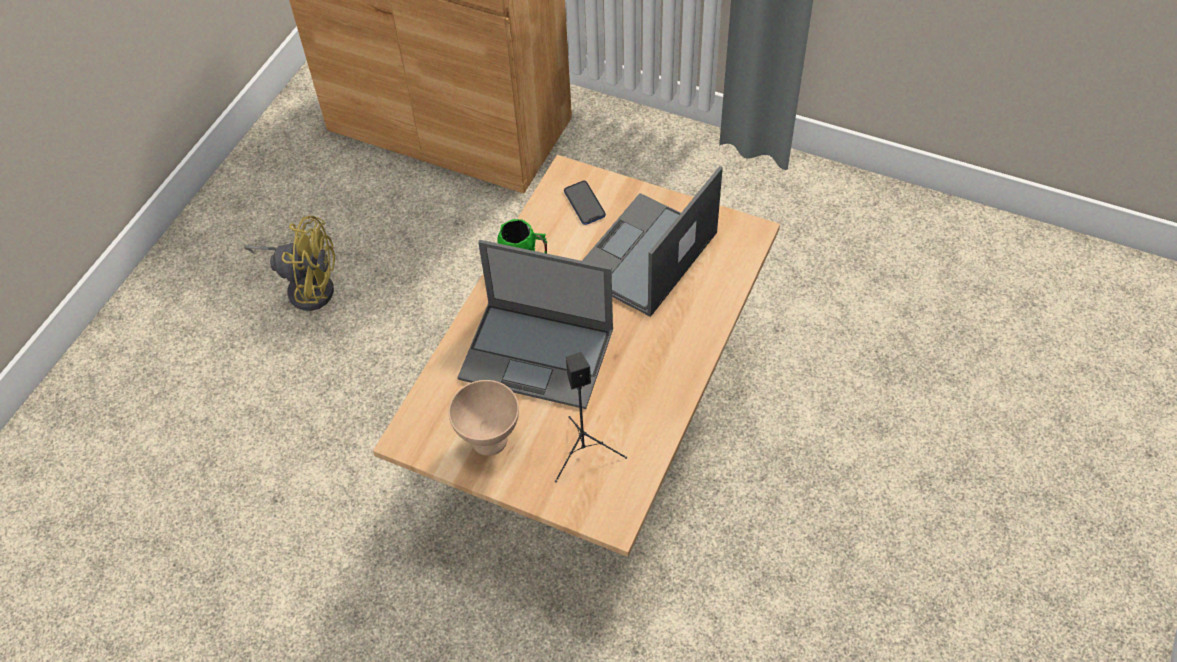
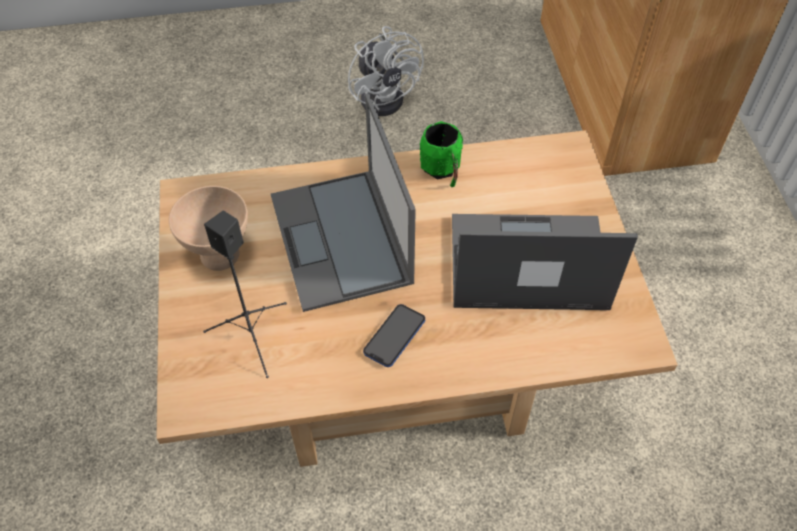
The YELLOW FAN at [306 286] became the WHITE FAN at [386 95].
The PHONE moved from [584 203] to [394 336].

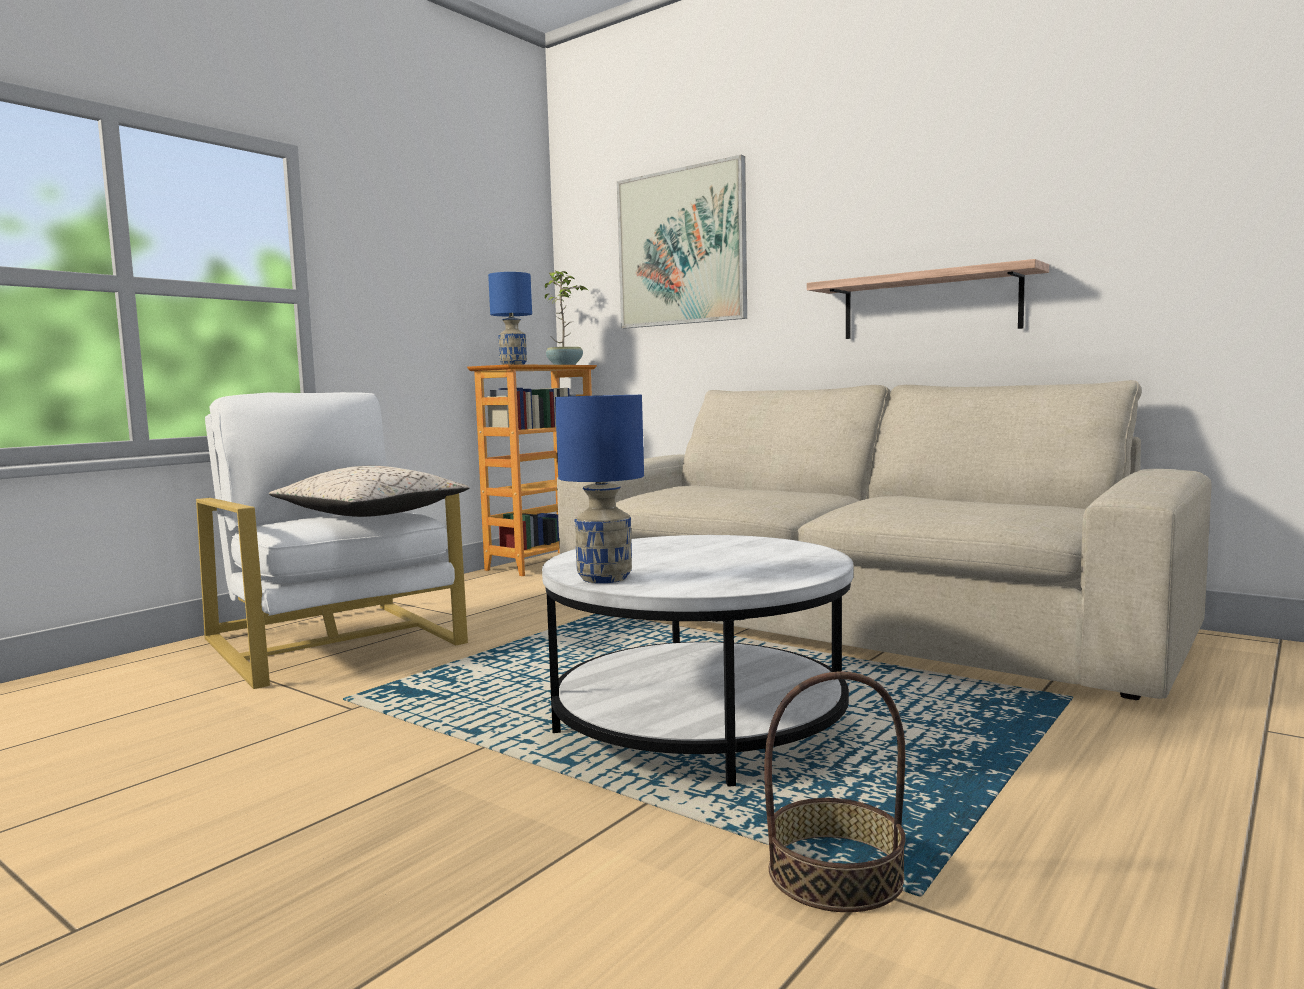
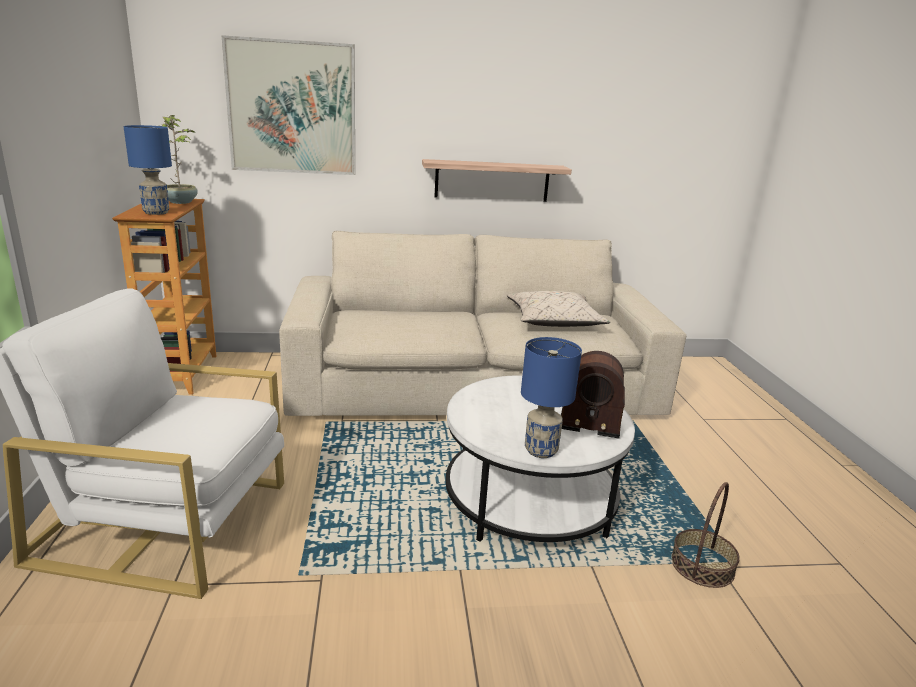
The BEIGE PILLOW moved from [371 515] to [553 321].
The RADIO at [579 416] appeared.

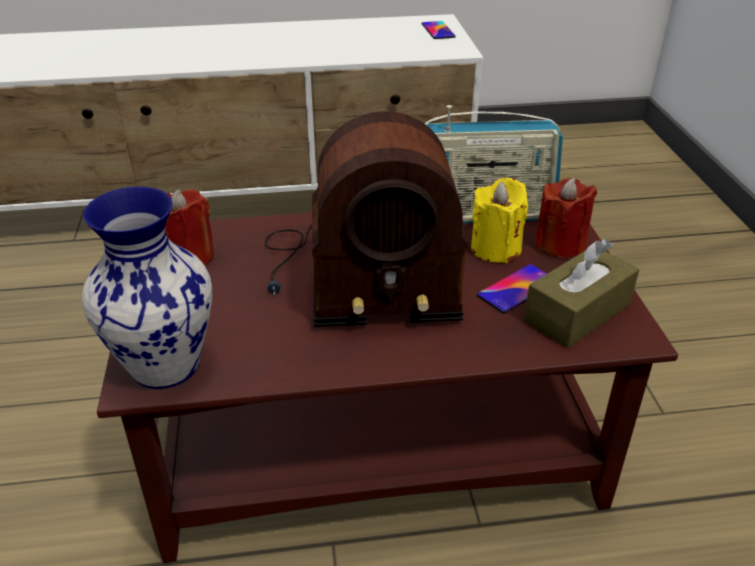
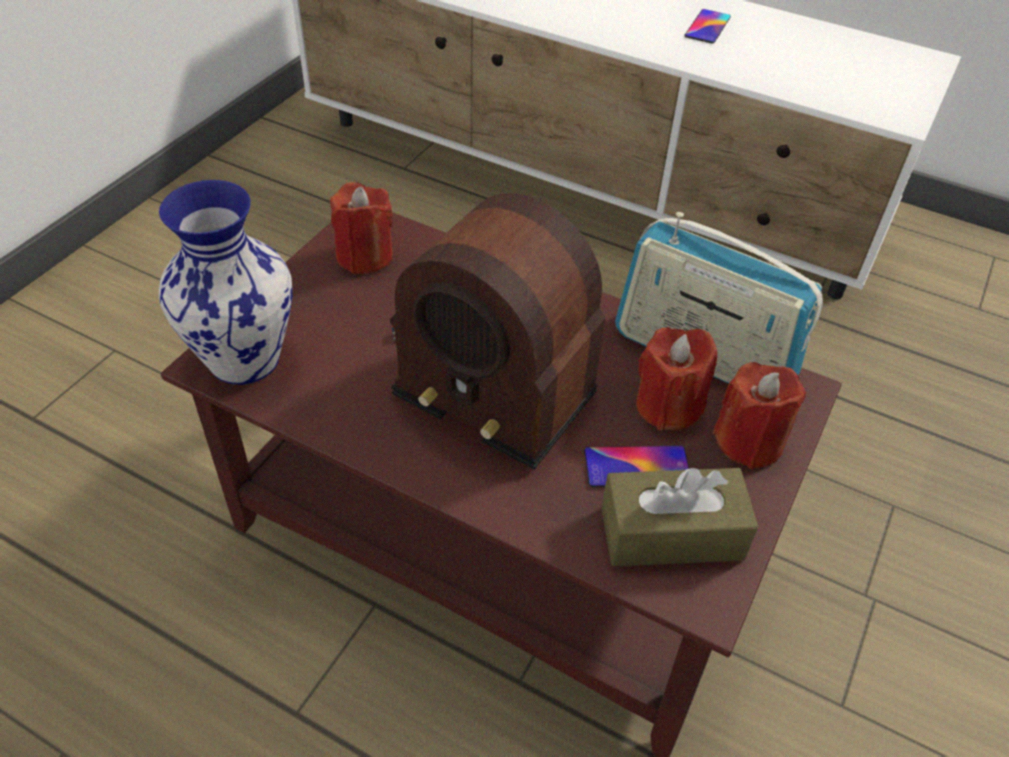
The PHONE moved from [438 30] to [707 27].
The YELLOW CANDLE at [495 248] became the RED CANDLE at [668 406].

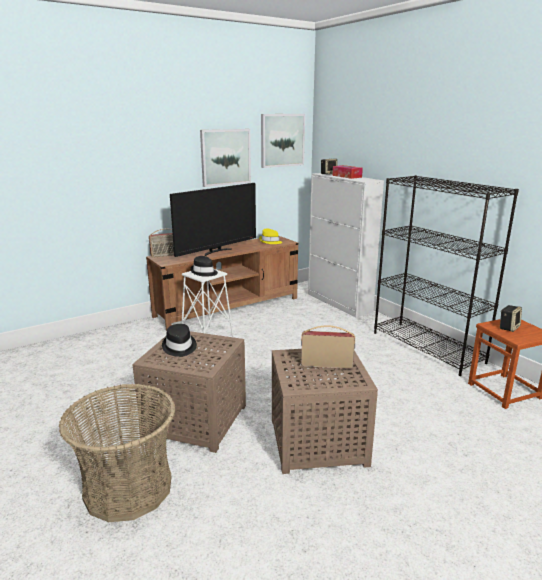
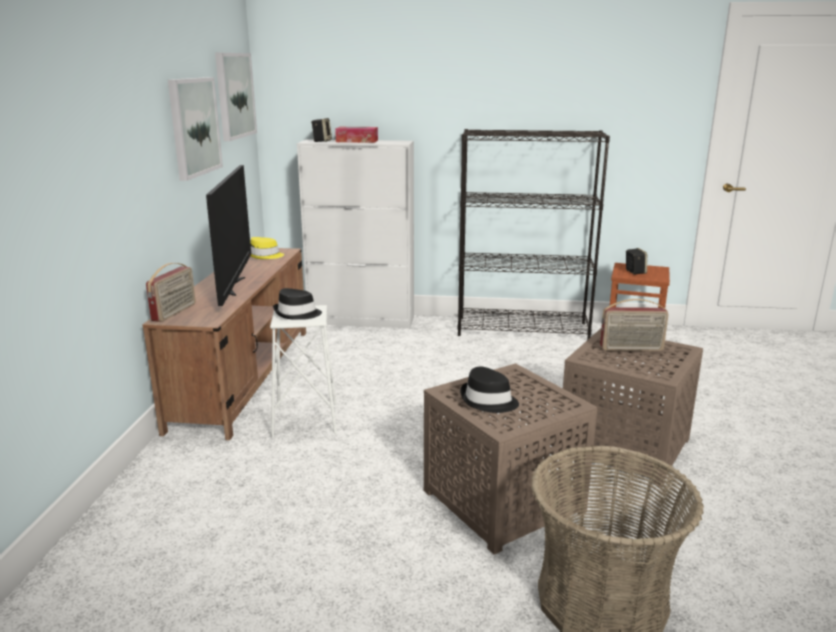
The RADIO at [326 365] turned 135 degrees counterclockwise.

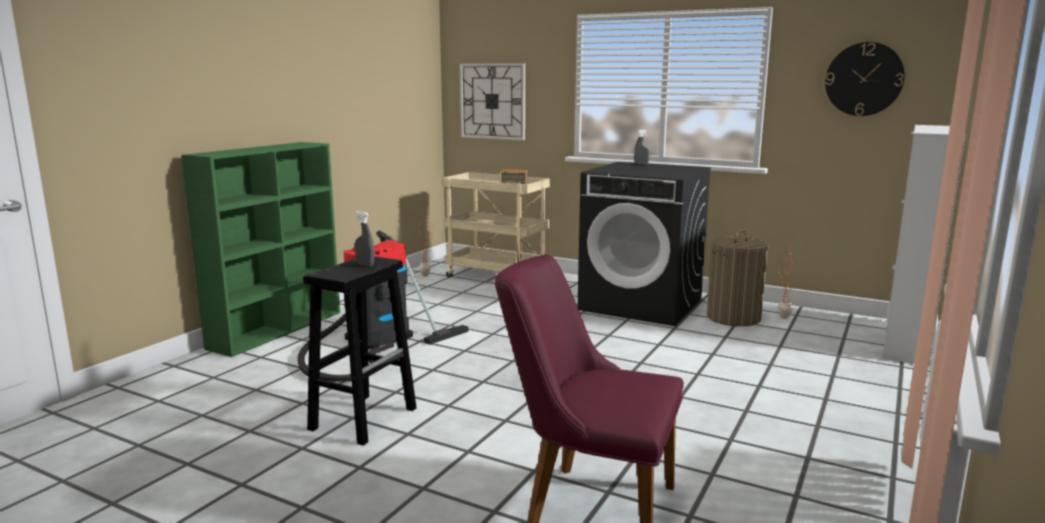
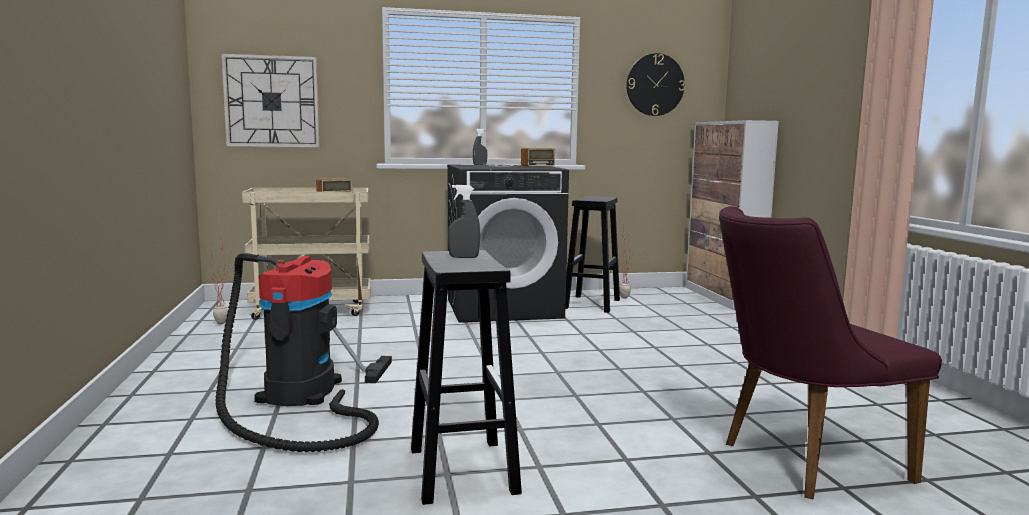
The GREEN BOOKCASE at [278 329] disappeared.
The LAUNDRY BASKET at [733 318] was replaced by the BLACK STOOL at [592 304].
The RADIO at [518 166] appeared.

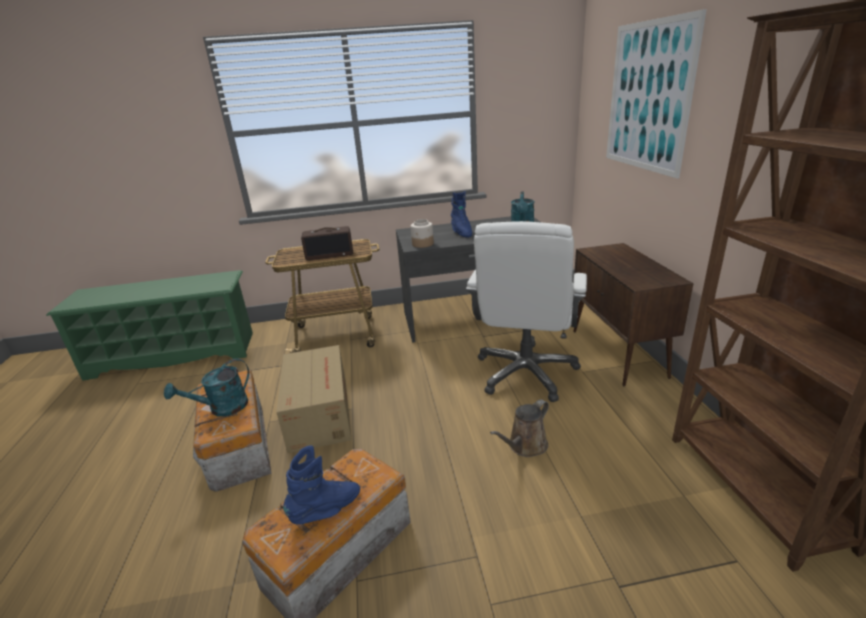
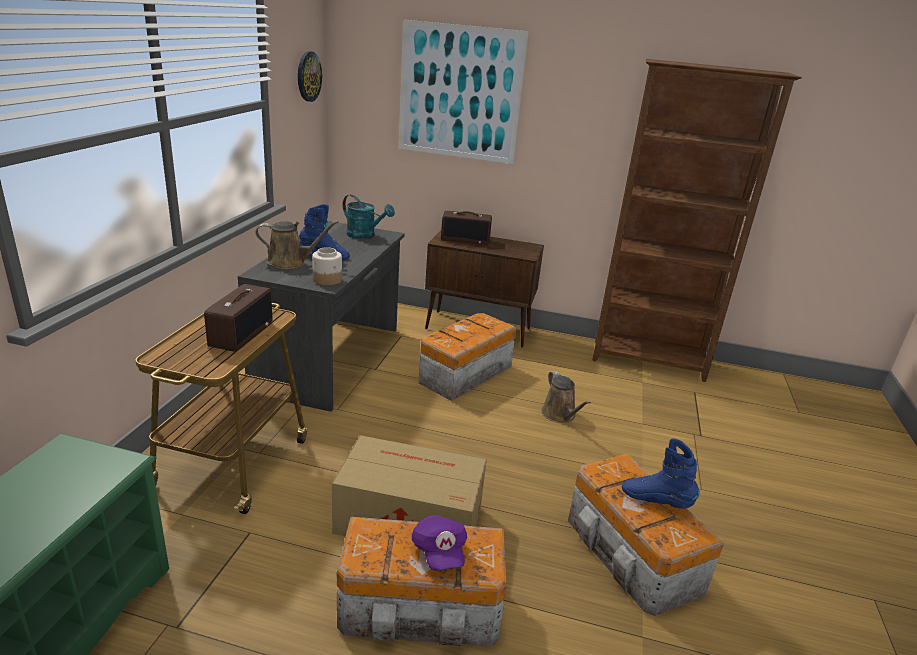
The TURQUOISE WATERING CAN at [222 409] was replaced by the PURPLE CAP at [439 552].
The BLUE BOOT at [327 510] turned 45 degrees counterclockwise.
The WHITE OFFICE CHAIR at [526 372] was replaced by the STORAGE BOX at [463 374].
The BROWN WATERING CAN at [290 262] appeared.
The WALL CLOCK at [308 76] appeared.
The RADIO at [465 239] appeared.

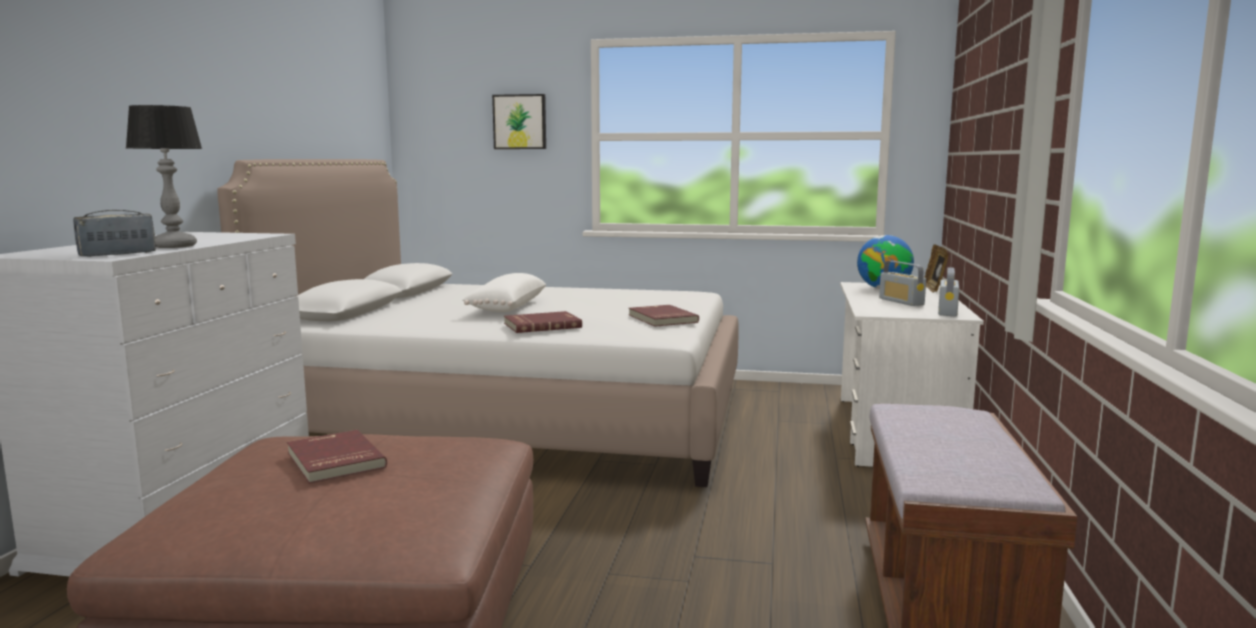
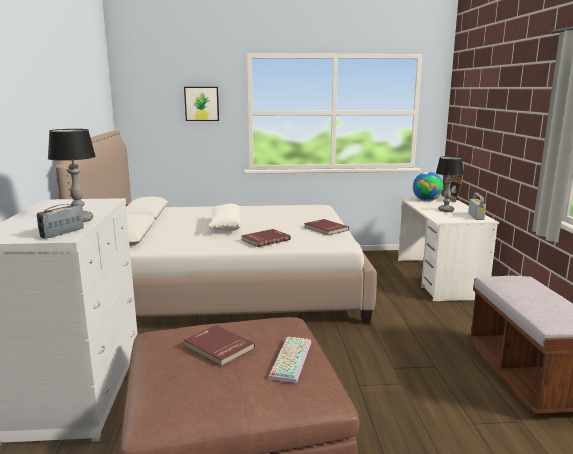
The RADIO at [901 302] was replaced by the TABLE LAMP at [446 210].
The KEYBOARD at [290 359] appeared.

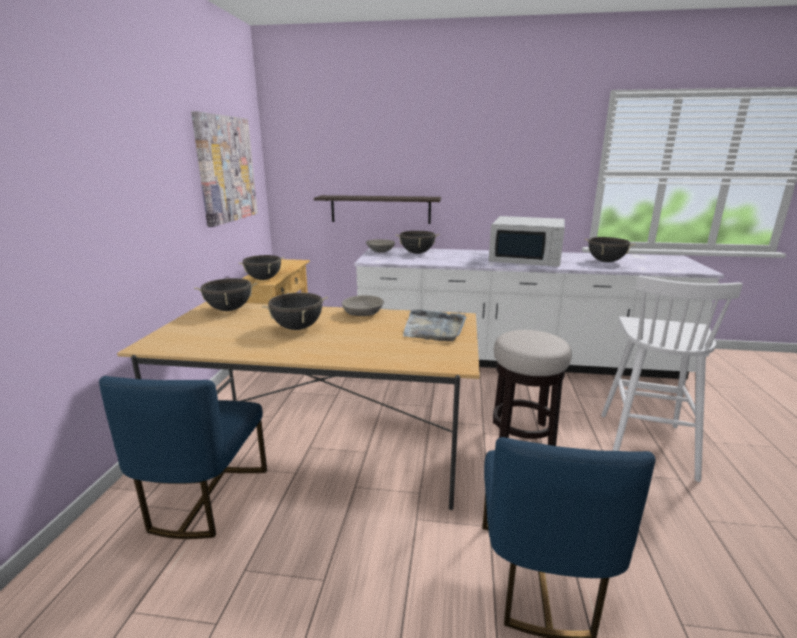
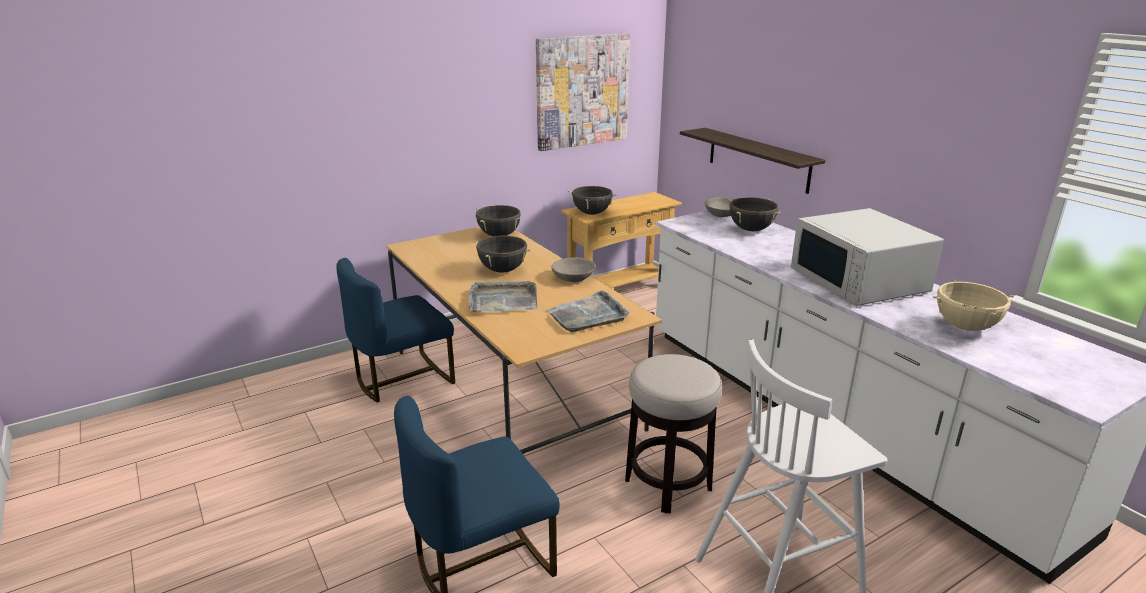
The BLACK COOKING POT at [606 261] became the BEIGE COOKING POT at [965 327].
The GREY TRAY at [502 300] appeared.

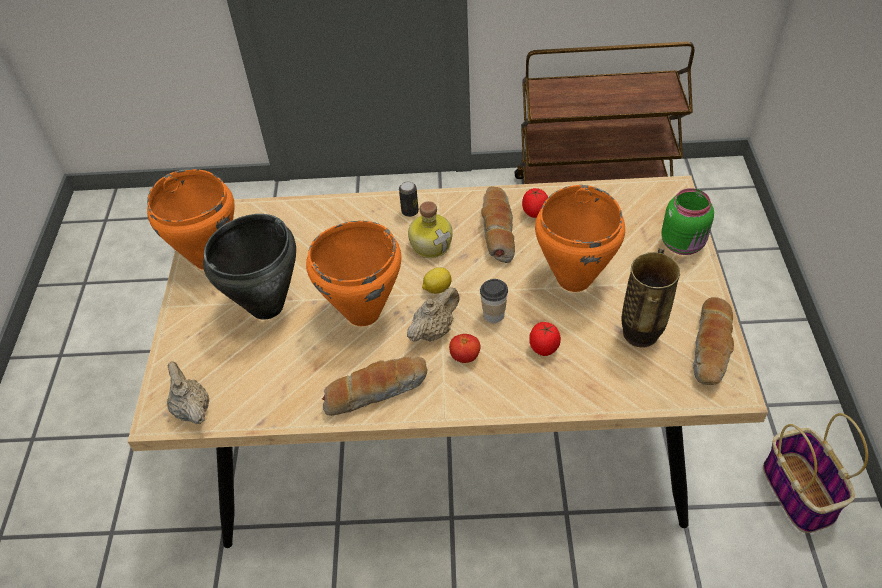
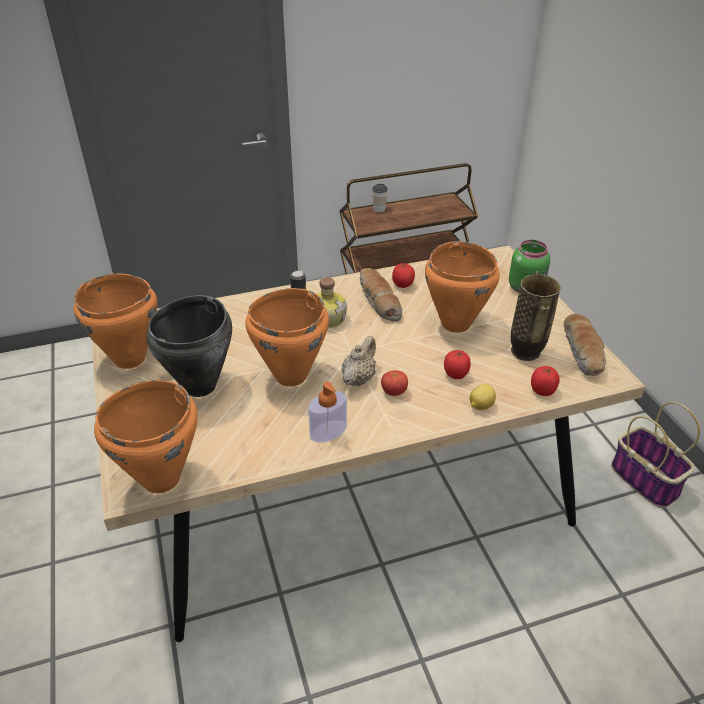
The BEIGE TEAPOT at [192 409] was replaced by the ORANGE COOKING POT at [160 479].
The BREAD at [375 391] was replaced by the SOAP DISPENSER at [328 431].
The LEMON moved from [437 289] to [480 406].
The CUP moved from [494 315] to [379 209].
The TOMATO at [543 391] appeared.

